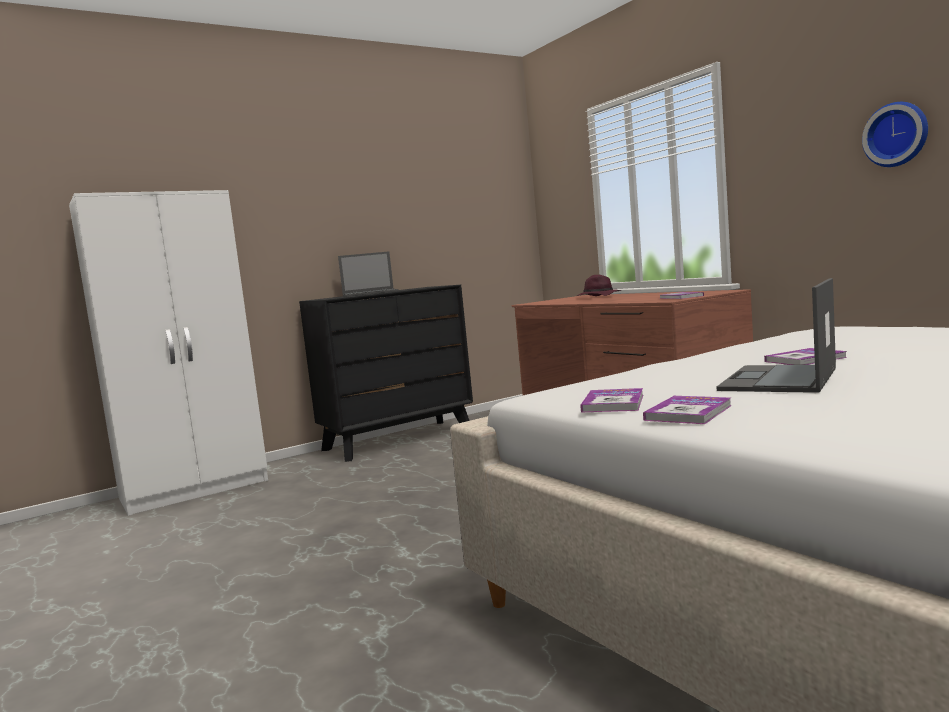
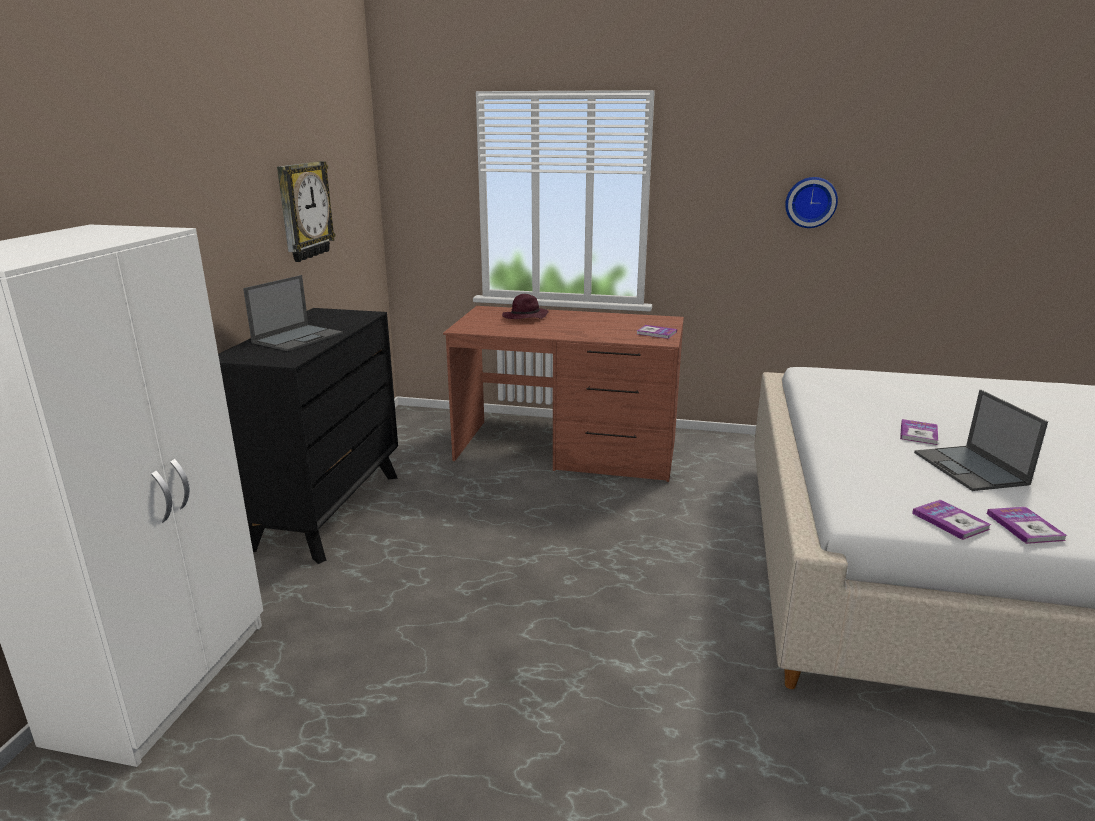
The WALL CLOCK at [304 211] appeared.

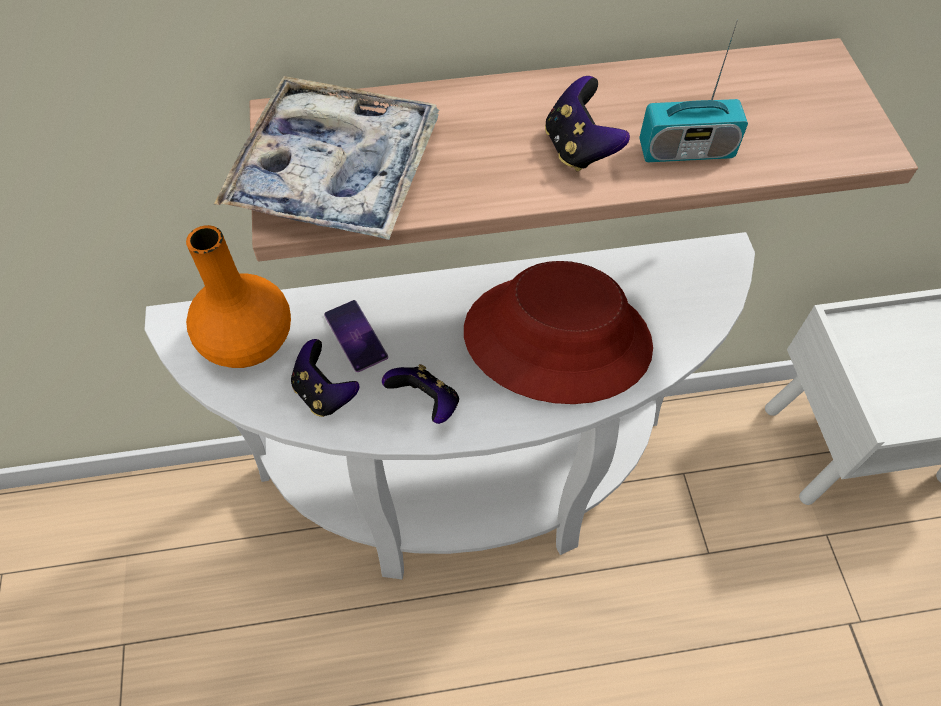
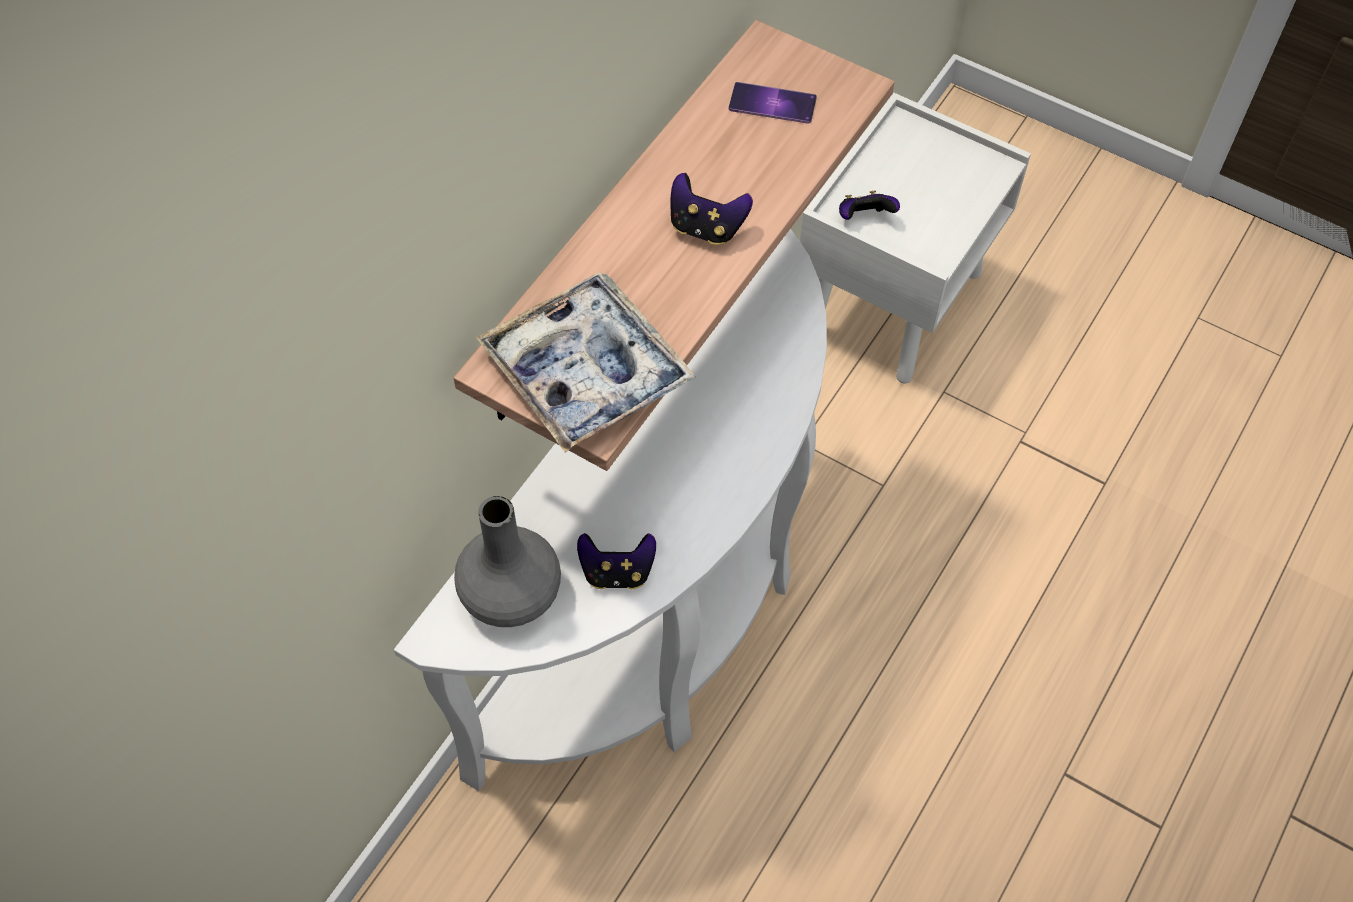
The ORANGE VASE at [247 339] became the GREY VASE at [509 593].
The PHONE moved from [355 336] to [772 103].
The GAME CONTROLLER moved from [426 403] to [864 218].
The RED HAT at [557 339] disappeared.
The RADIO at [686 150] disappeared.

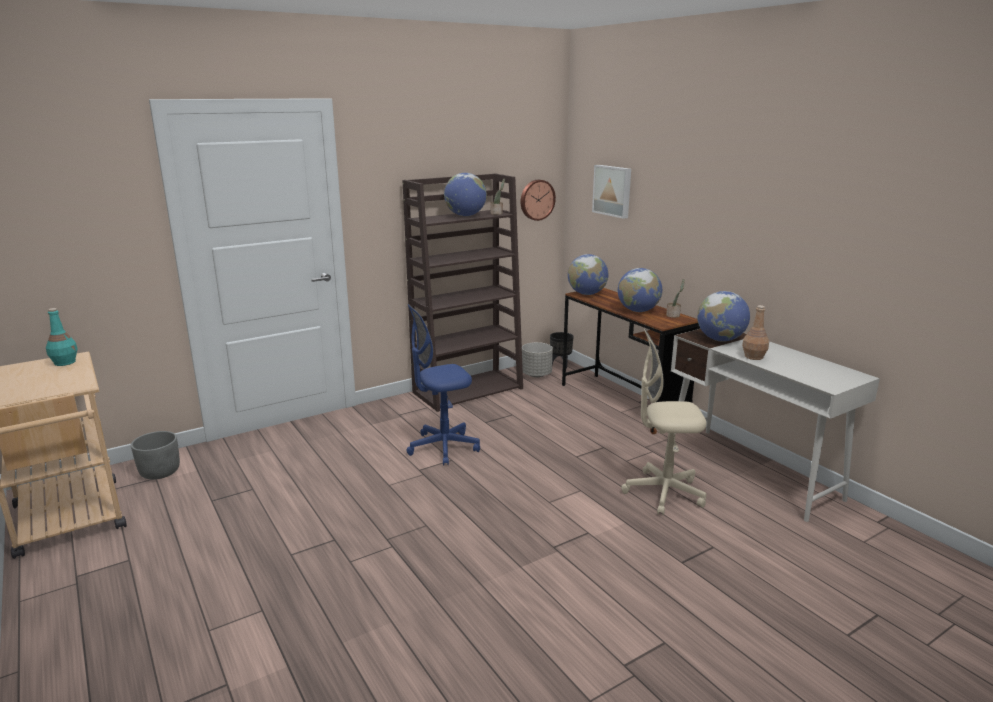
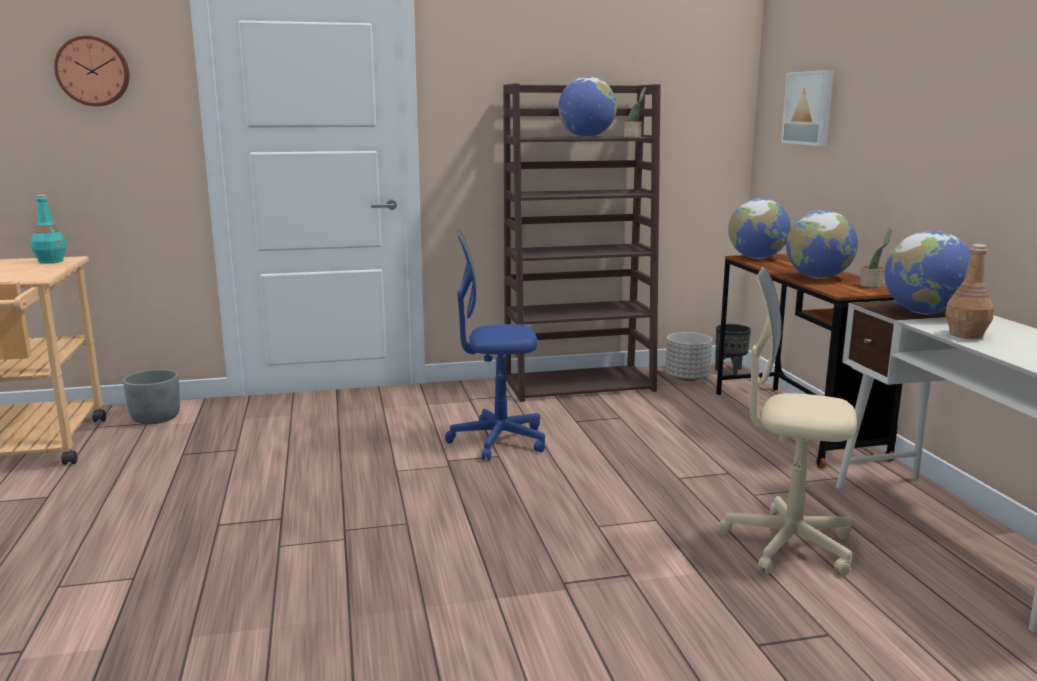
The WALL CLOCK moved from [536 199] to [93 71].

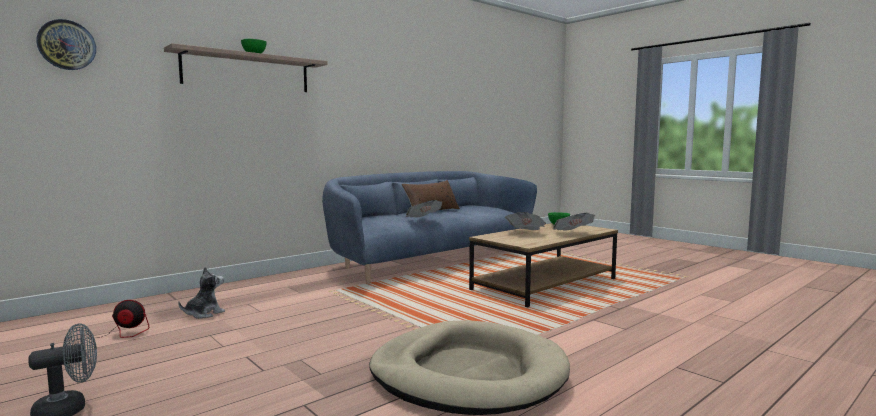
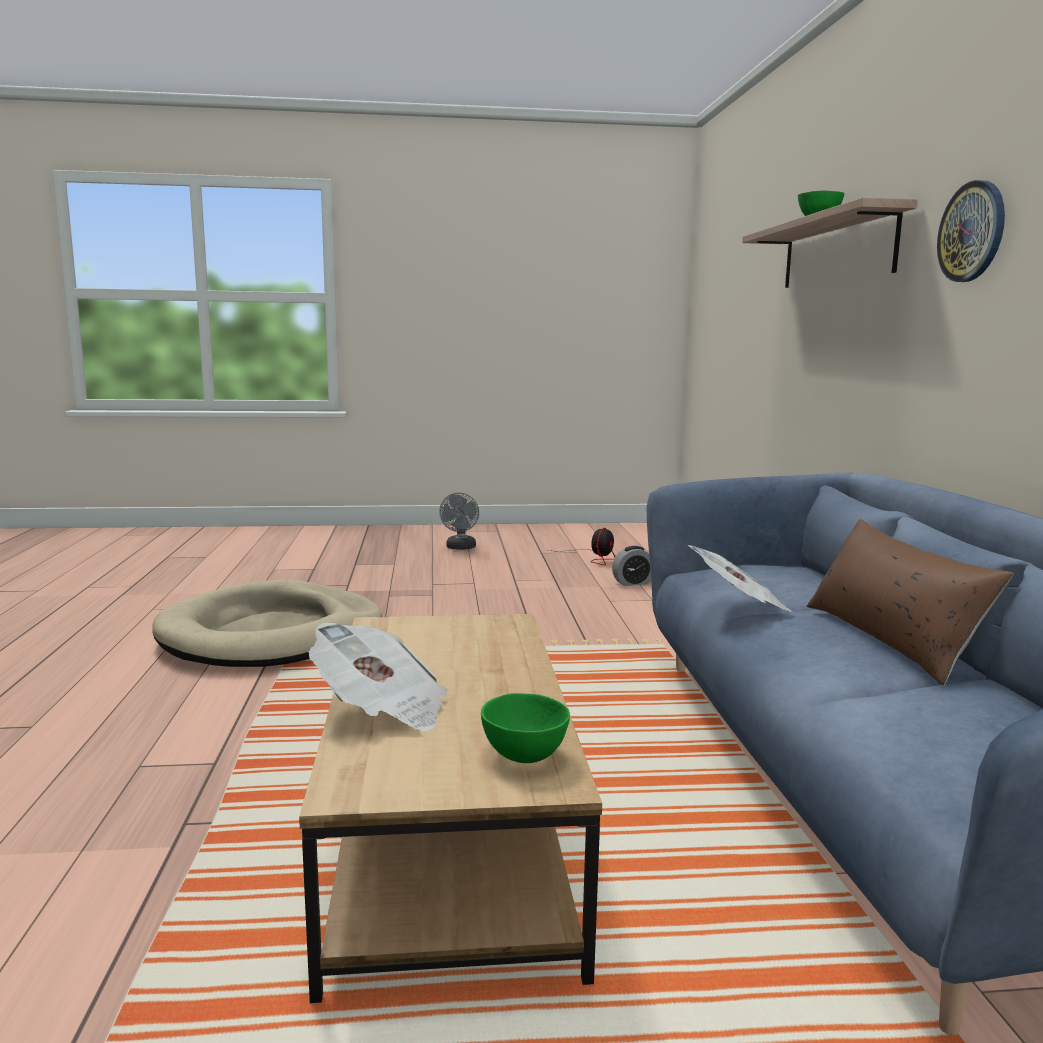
The WALL CLOCK moved from [67 45] to [972 232].
The PLUSH TOY at [204 314] was replaced by the ALARM CLOCK at [633 583].
The NEWSPAPER at [526 233] disappeared.

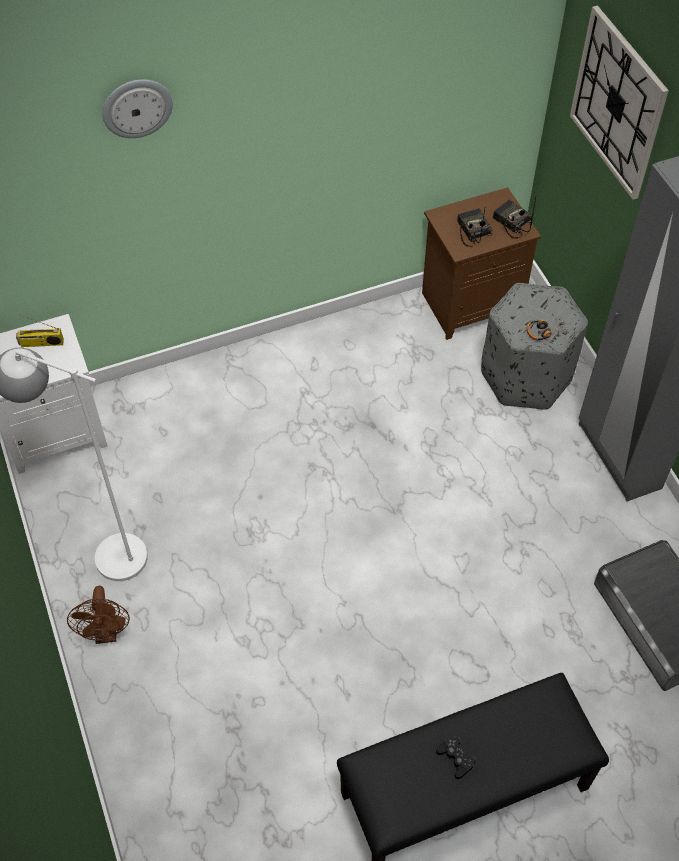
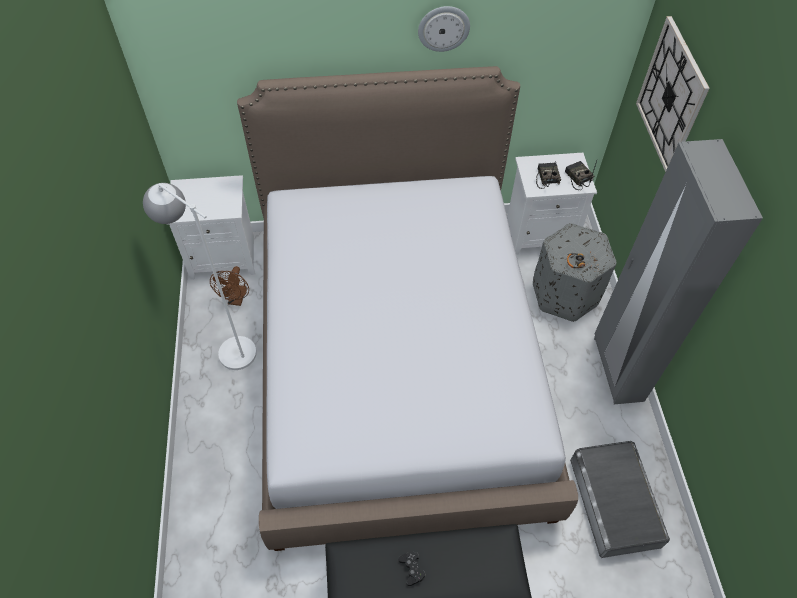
The RADIO at [41 343] disappeared.
The BROWN FAN moved from [106 633] to [236 299].
The WALL CLOCK moved from [137 107] to [443 28].
The BROWN NIGHTSTAND at [471 303] became the WHITE NIGHTSTAND at [540 233].
The BED at [397 362] appeared.

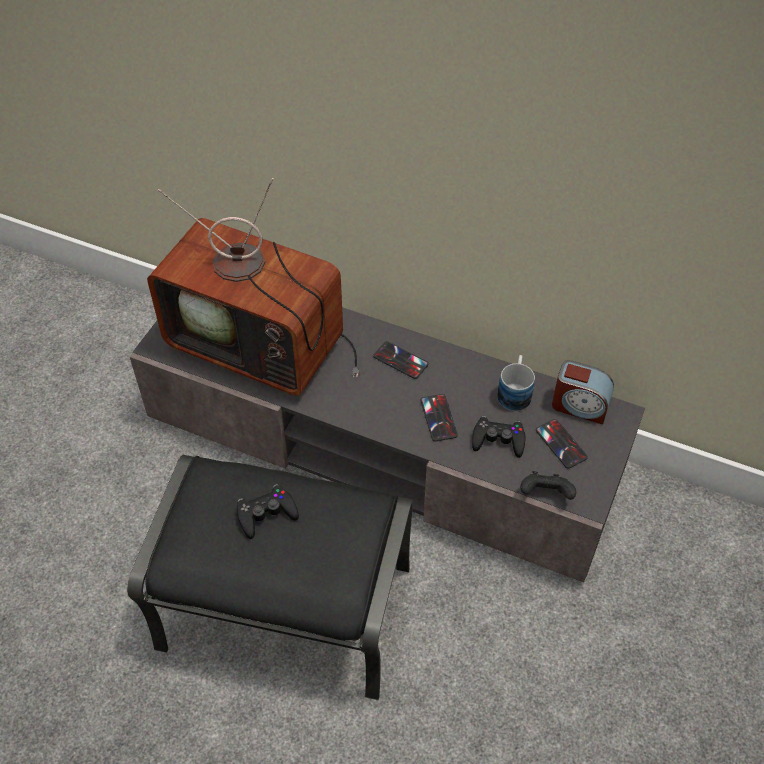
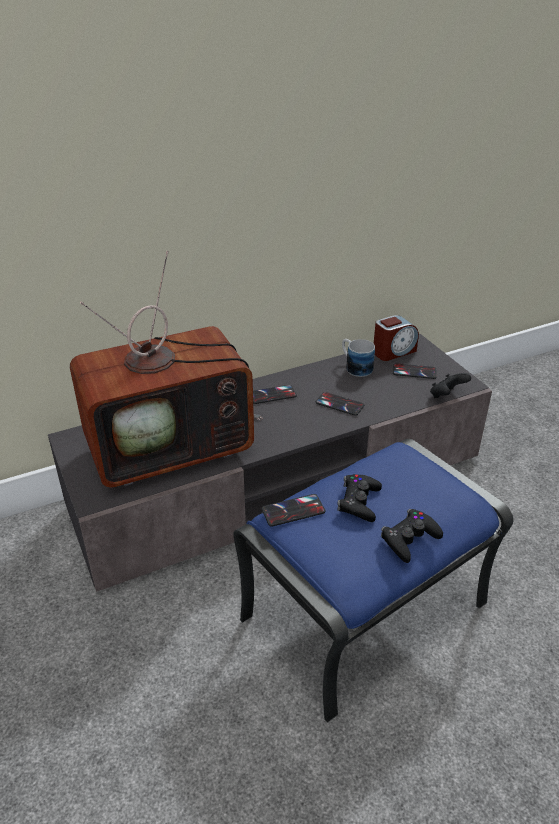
The BLACK OTTOMAN at [287 606] became the BLUE OTTOMAN at [364 609].
The BLACK GAME CONTROLLER moved from [498 440] to [409 539].
The PHONE at [293 511] appeared.

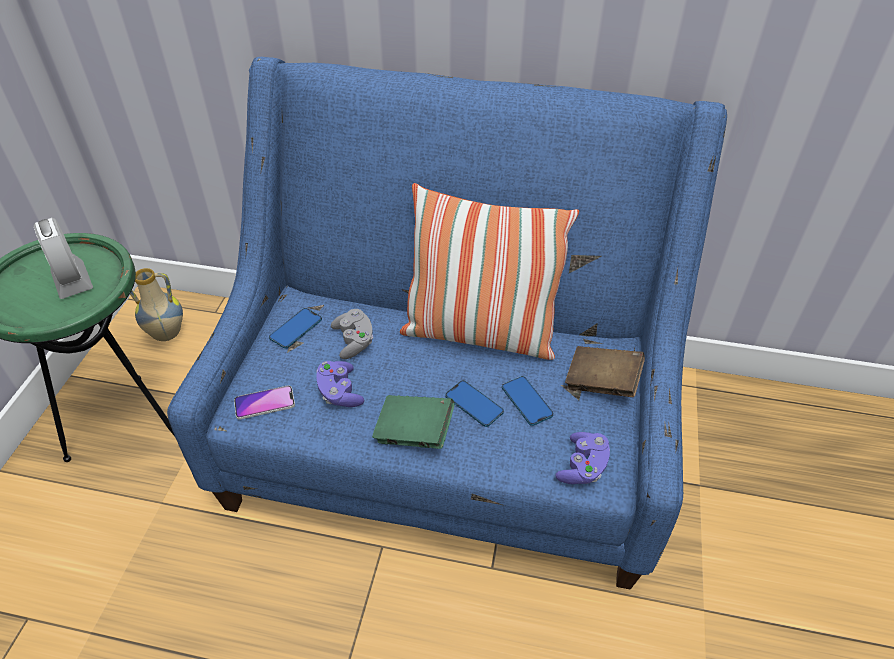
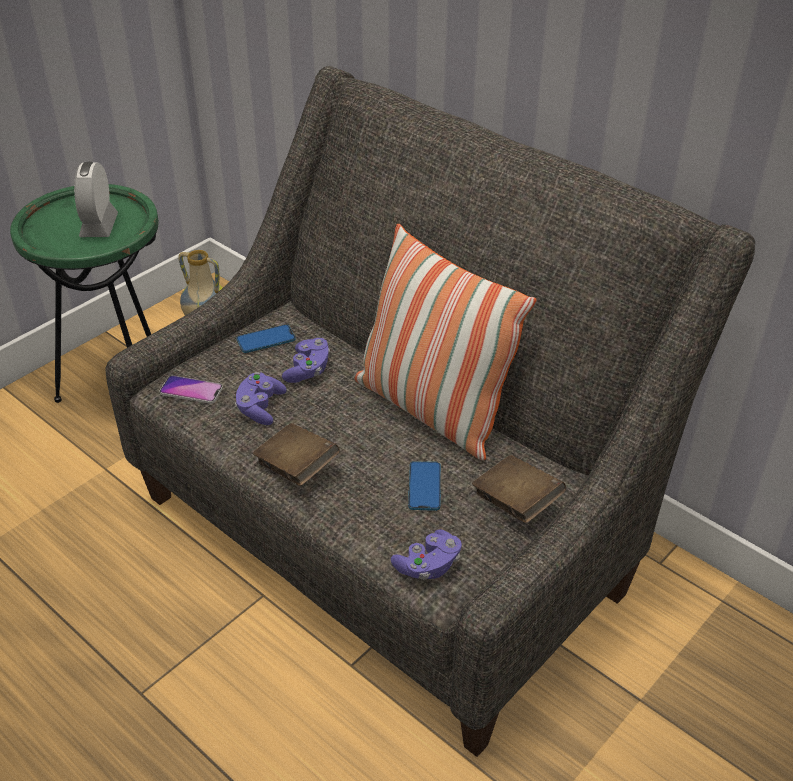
The BLUE SOFA at [447 439] became the GREY SOFA at [396 529].
The GREY GAME CONTROLLER at [354 341] became the PURPLE GAME CONTROLLER at [308 370].
The GREEN BOOK at [414 433] became the BROWN BOOK at [297 468].
The PHONE at [474 404] disappeared.

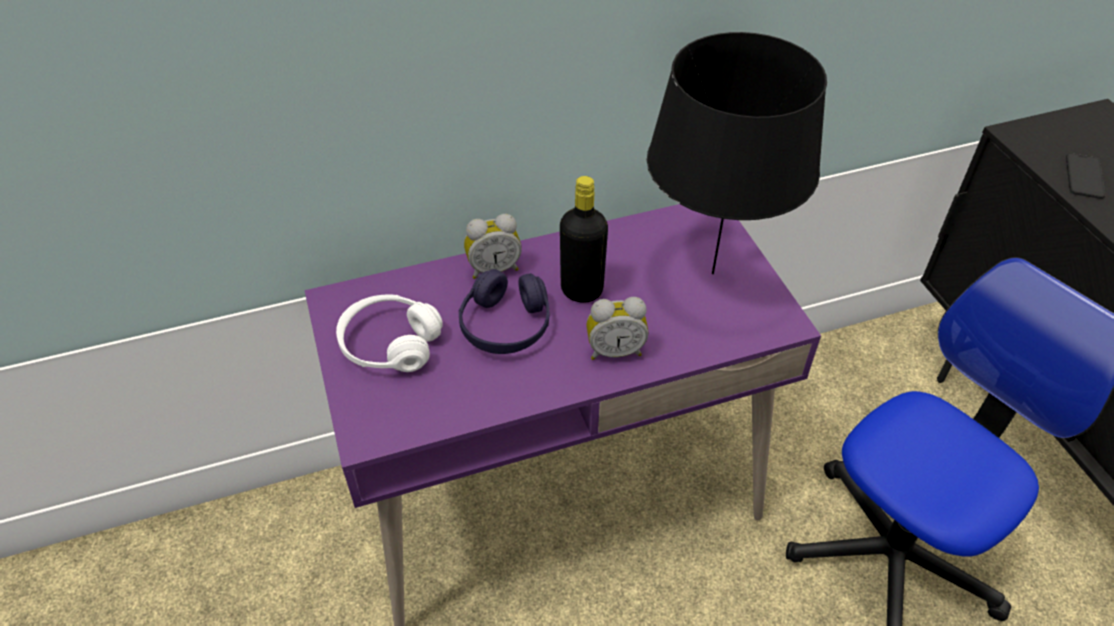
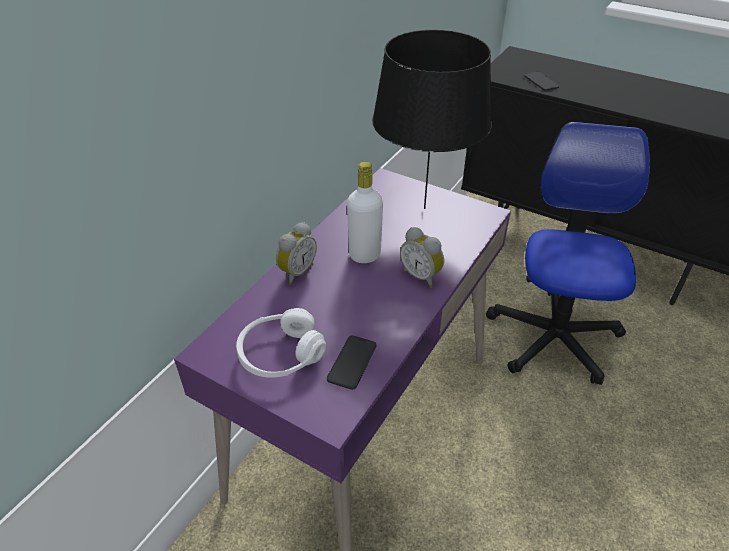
The PURPLE HEADPHONES at [505 325] disappeared.
The BLACK BOTTLE at [581 290] became the WHITE BOTTLE at [364 255].
The ALARM CLOCK at [614 350] turned 90 degrees clockwise.
The PHONE at [352 362] appeared.

